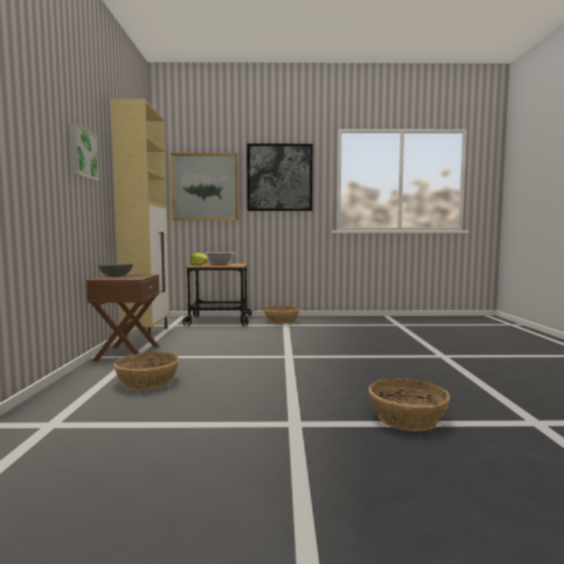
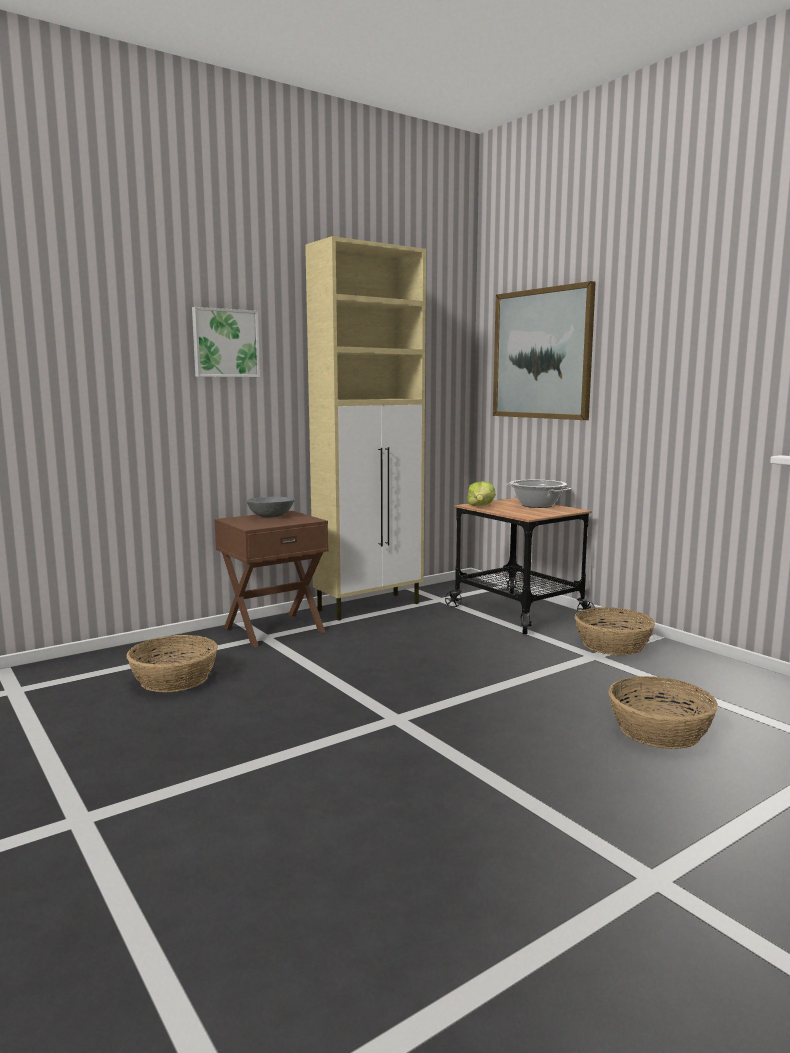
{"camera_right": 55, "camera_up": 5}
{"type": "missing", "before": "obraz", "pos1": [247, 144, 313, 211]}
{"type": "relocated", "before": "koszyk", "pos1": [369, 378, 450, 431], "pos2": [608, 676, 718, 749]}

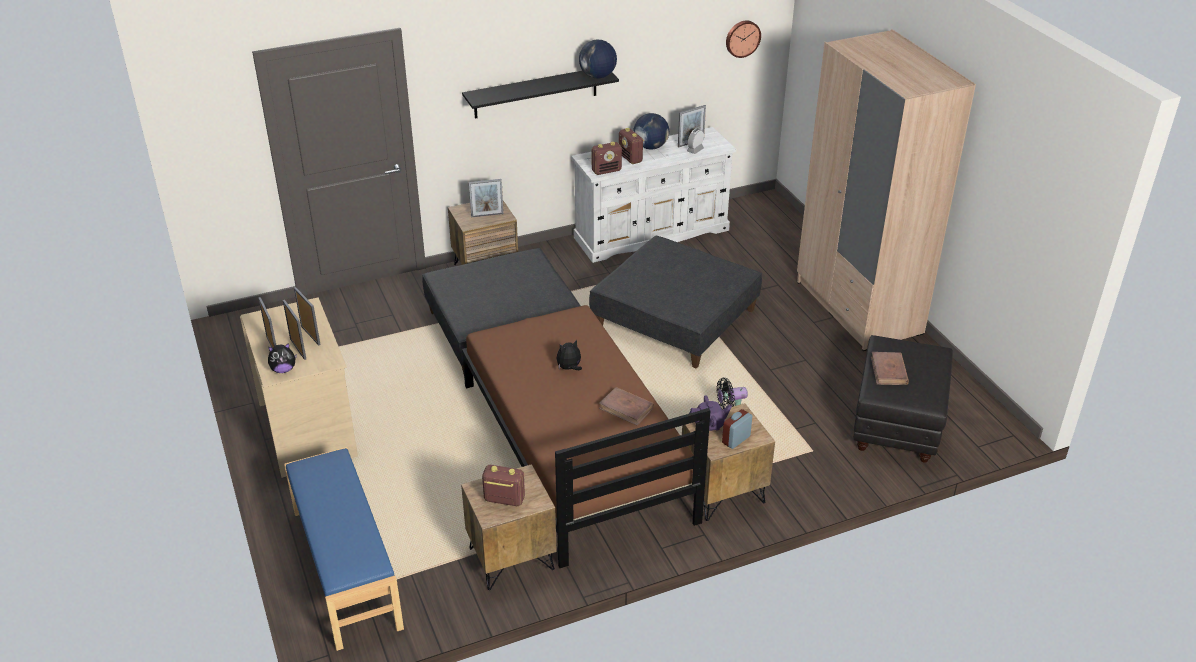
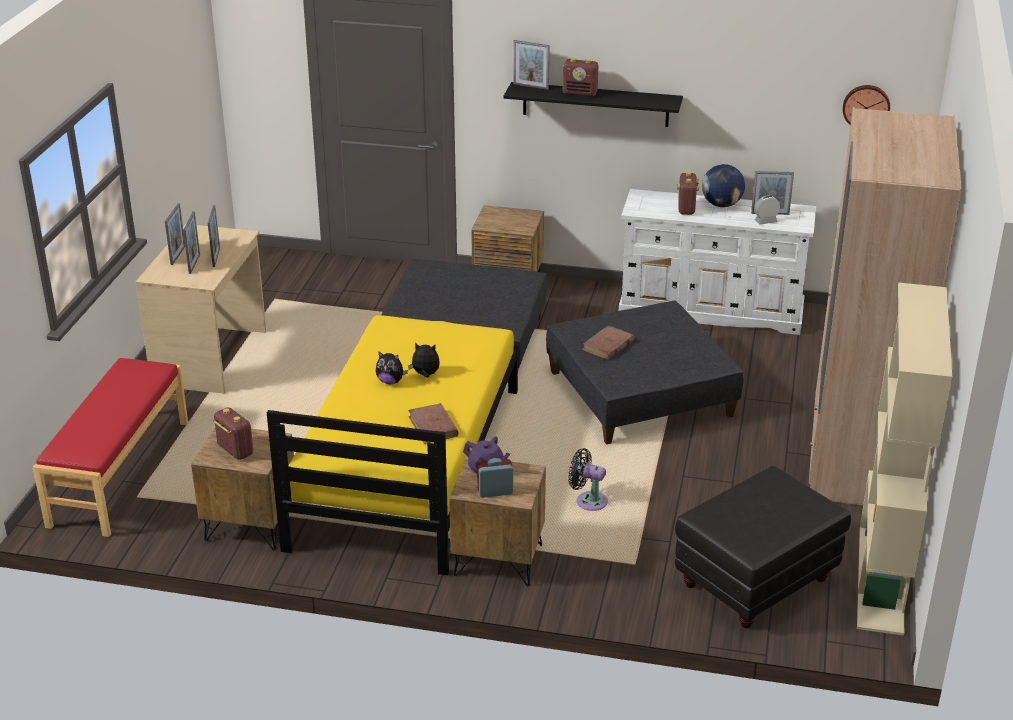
{"camera_right": 35, "camera_up": -5}
{"type": "missing", "before": "globus", "pos1": [579, 40, 617, 78]}
{"type": "appeared", "after": "regał (beżowy)", "pos2": [857, 282, 952, 636]}
{"type": "relocated", "before": "pluszak", "pos1": [268, 343, 297, 373], "pos2": [376, 351, 408, 384]}
{"type": "relocated", "before": "ramka na zdjęcie", "pos1": [469, 179, 504, 218], "pos2": [513, 40, 549, 90]}
{"type": "relocated", "before": "radio", "pos1": [592, 142, 622, 175], "pos2": [563, 58, 598, 96]}
{"type": "relocated", "before": "książka (brązowy)", "pos1": [871, 352, 909, 385], "pos2": [582, 325, 634, 360]}
{"type": "colour", "before": "ławka (niebieski)", "after": "ławka (czerwony)", "pos1": [284, 447, 404, 651], "pos2": [33, 358, 188, 537]}
{"type": "colour", "before": "łóżko (brązowy)", "after": "łóżko (żółty)", "pos1": [462, 305, 711, 568], "pos2": [267, 315, 518, 575]}

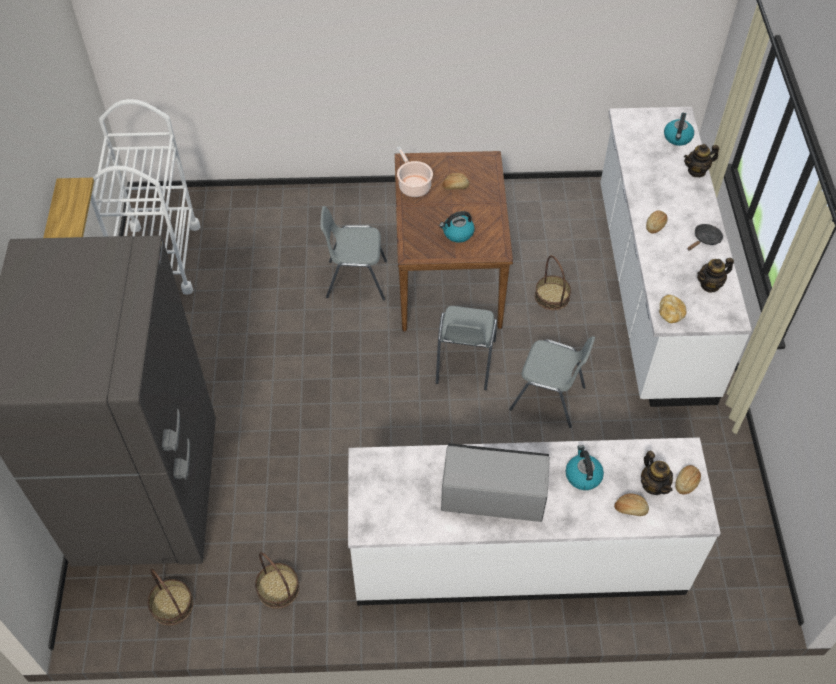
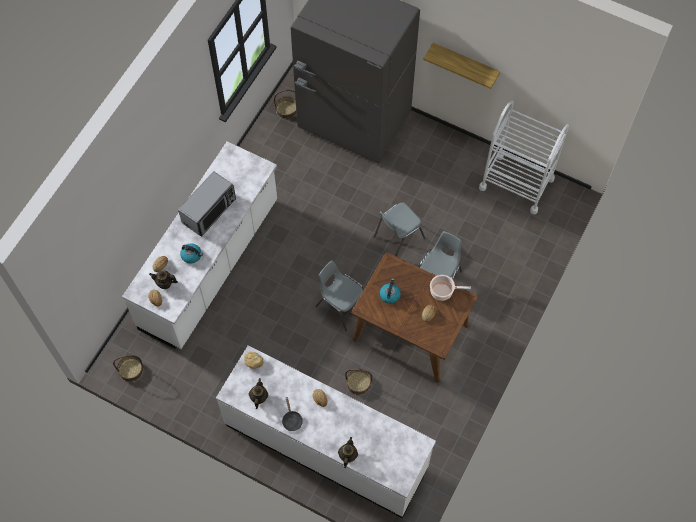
{"camera_right": 120, "camera_up": 10}
{"type": "missing", "before": "czajnik", "pos1": [664, 113, 694, 146]}
{"type": "relocated", "before": "koszyk", "pos1": [255, 552, 299, 609], "pos2": [113, 355, 143, 382]}
{"type": "relocated", "before": "krzesło (szary)", "pos1": [509, 336, 595, 428], "pos2": [374, 202, 425, 256]}

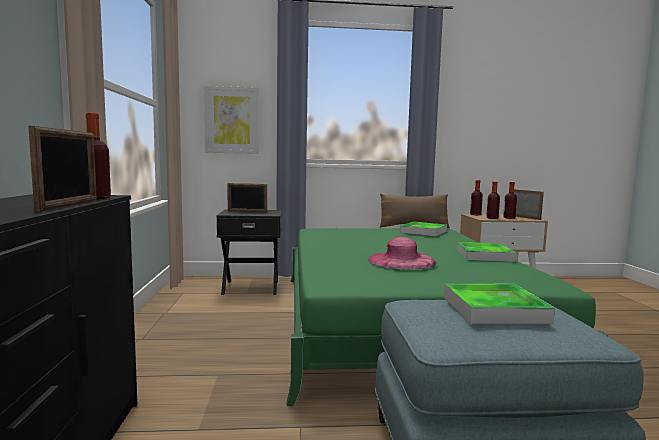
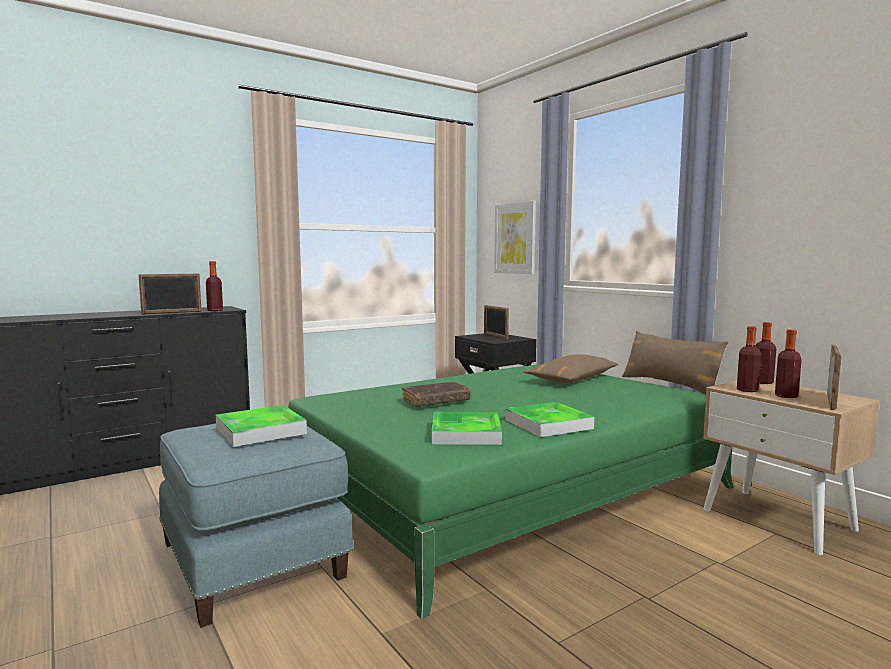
{"camera_right": 60, "camera_up": 0}
{"type": "appeared", "after": "poduszka (brązowy)", "pos2": [524, 354, 618, 383]}
{"type": "relocated", "before": "taca", "pos1": [400, 222, 447, 236], "pos2": [431, 412, 502, 445]}
{"type": "exchanged", "before": "kapelusz (różowy)", "after": "książka (brązowy)", "pos1": [368, 237, 437, 269], "pos2": [402, 382, 471, 407]}

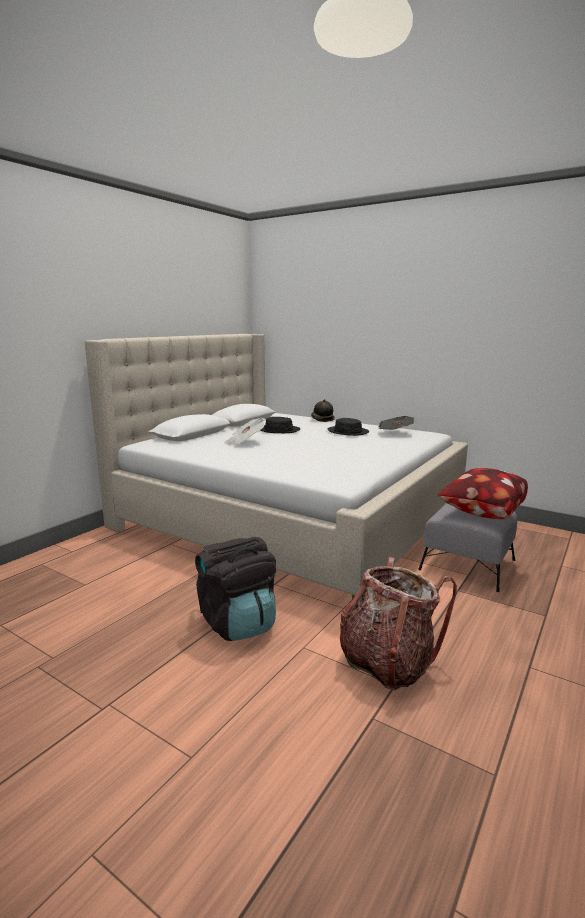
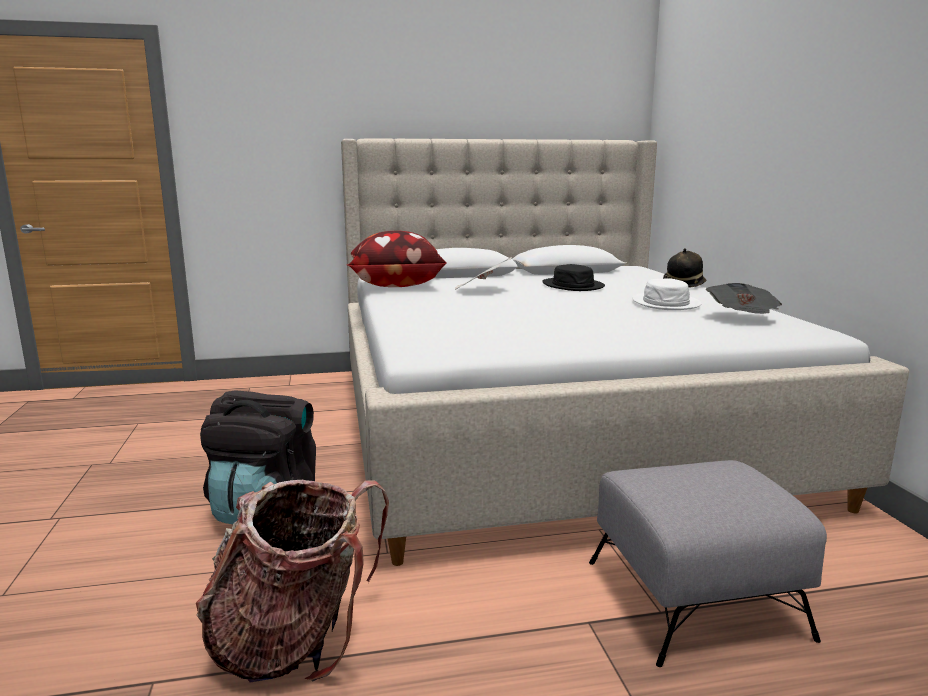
{"camera_right": 45, "camera_up": 0}
{"type": "relocated", "before": "poduszka", "pos1": [437, 468, 528, 519], "pos2": [347, 231, 447, 287]}
{"type": "colour", "before": "kapelusz (czarny)", "after": "kapelusz (biały)", "pos1": [328, 418, 369, 436], "pos2": [632, 278, 701, 310]}

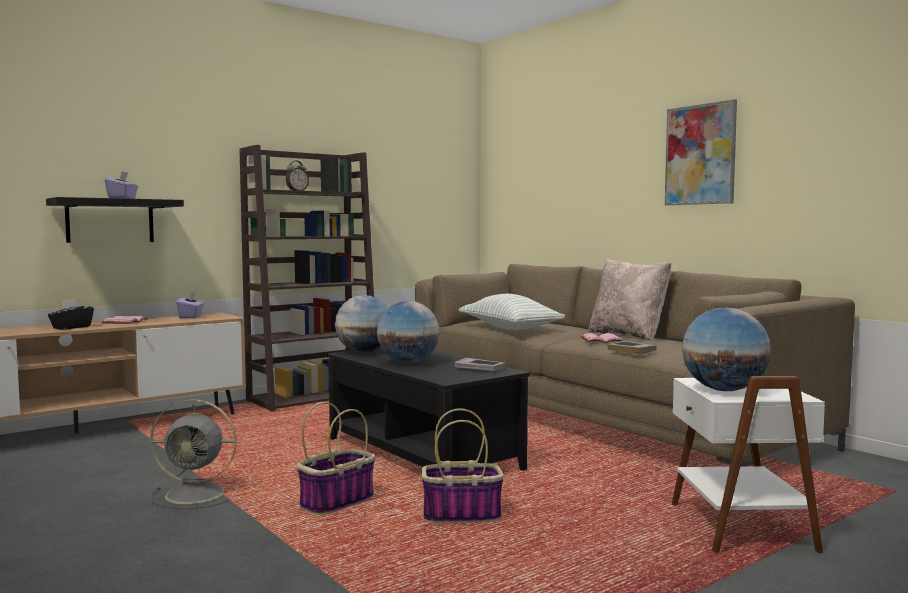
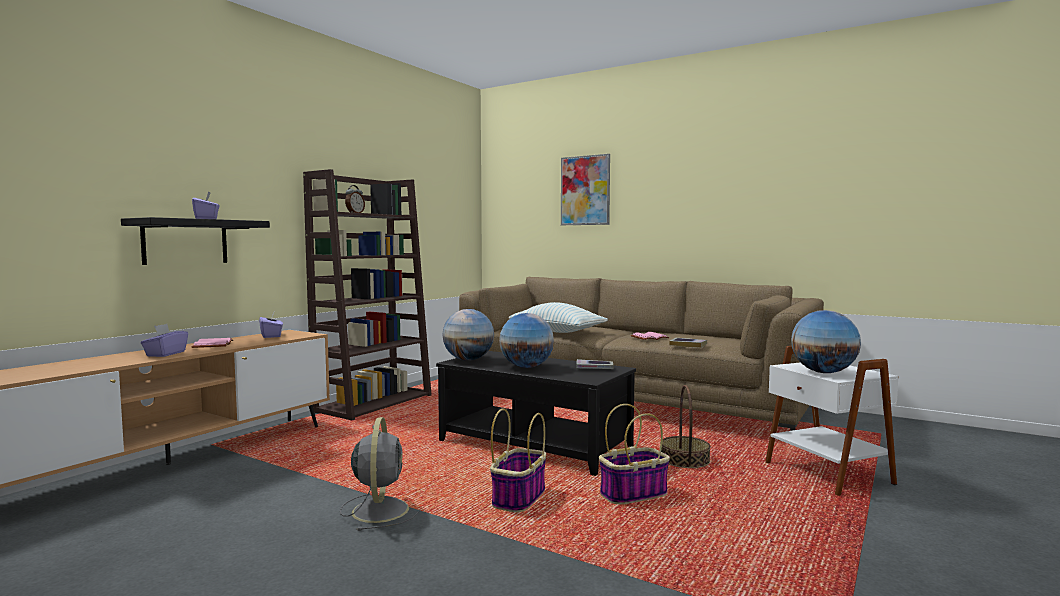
{"camera_right": -20, "camera_up": 0}
{"type": "missing", "before": "poduszka (beżowy)", "pos1": [588, 259, 671, 341]}
{"type": "appeared", "after": "koszyk", "pos2": [660, 385, 711, 468]}
{"type": "relocated", "before": "obraz", "pos1": [665, 99, 737, 205], "pos2": [561, 154, 610, 225]}
{"type": "colour", "before": "pudełko chusteczek (czarny)", "after": "pudełko chusteczek (fioletowy)", "pos1": [48, 299, 94, 329], "pos2": [141, 324, 188, 357]}
{"type": "spun", "before": "wentylator (szary)", "pos1": [150, 399, 241, 509], "pos2": [340, 417, 420, 531], "turn": -75}

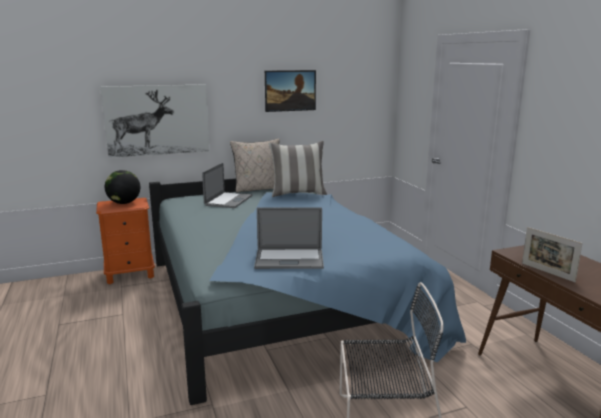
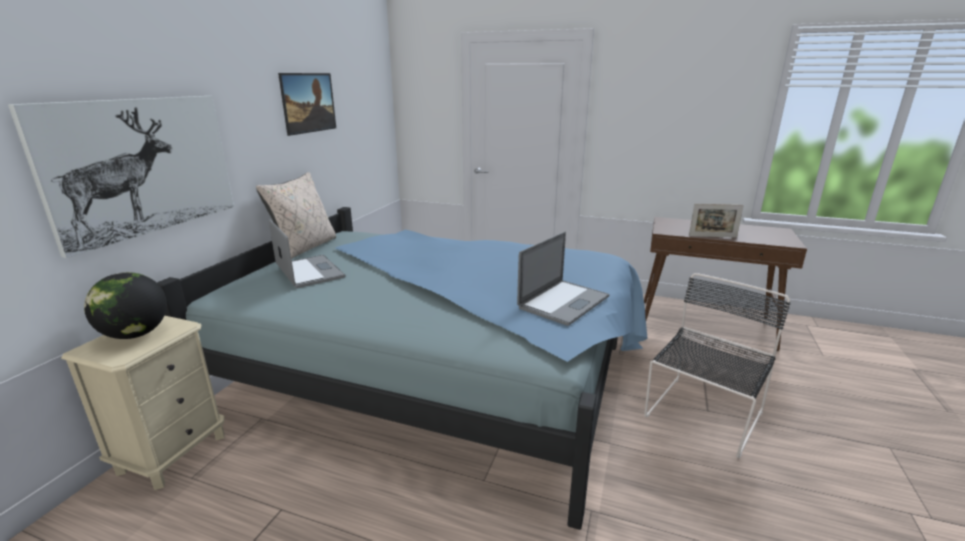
{"camera_right": -50, "camera_up": 5}
{"type": "missing", "before": "poduszka", "pos1": [269, 141, 327, 197]}
{"type": "colour", "before": "szafka nocna (pomarańczowy)", "after": "szafka nocna (beżowy)", "pos1": [96, 198, 155, 284], "pos2": [61, 316, 225, 490]}

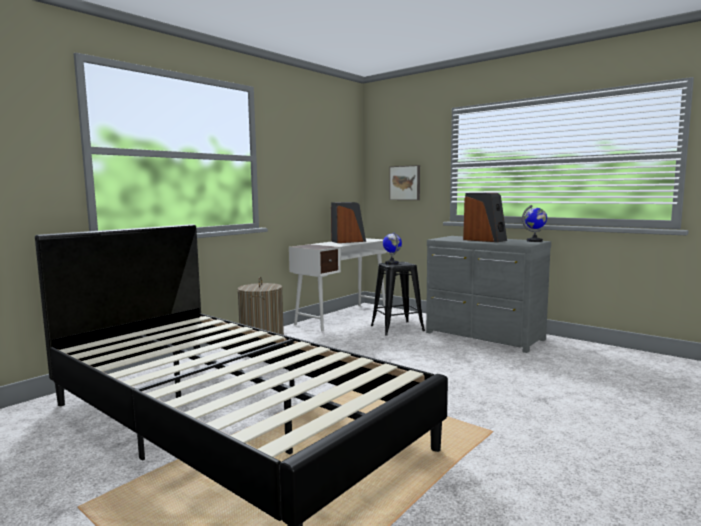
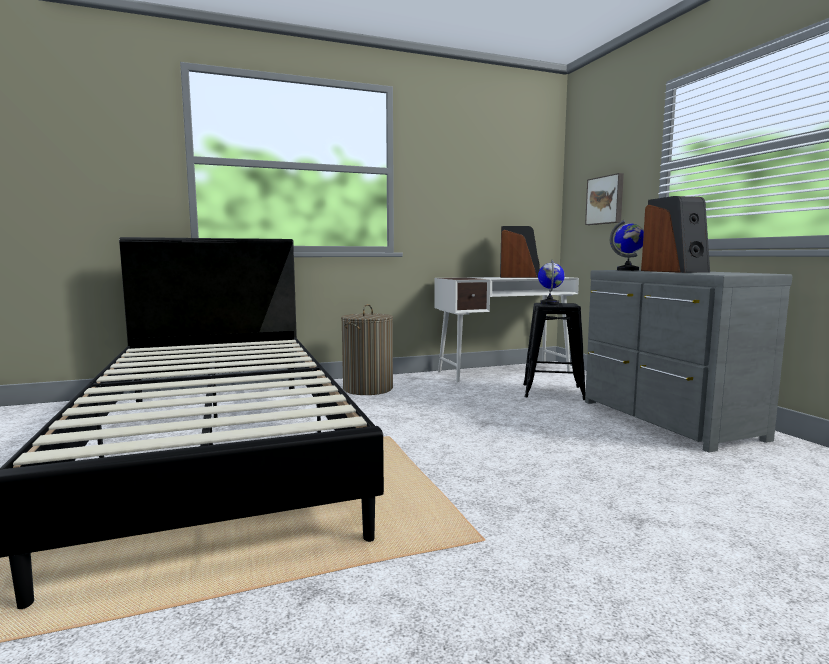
{"camera_right": 30, "camera_up": 0}
{"type": "relocated", "before": "globus", "pos1": [522, 205, 547, 242], "pos2": [610, 220, 644, 271]}

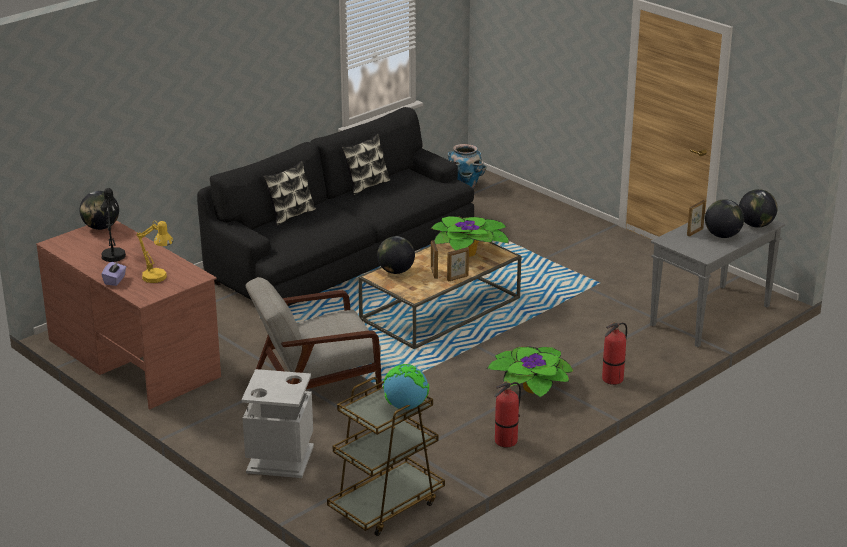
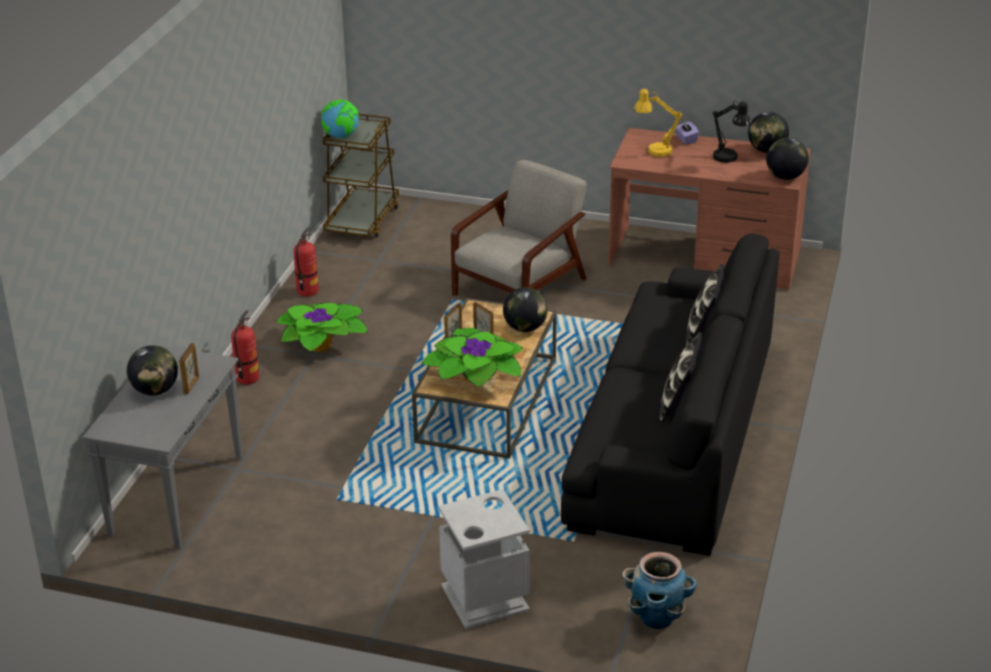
{"camera_right": 150, "camera_up": 5}
{"type": "relocated", "before": "kosz na śmieci (szary)", "pos1": [241, 369, 314, 478], "pos2": [438, 489, 530, 629]}
{"type": "relocated", "before": "globus", "pos1": [739, 189, 778, 228], "pos2": [748, 112, 789, 153]}

